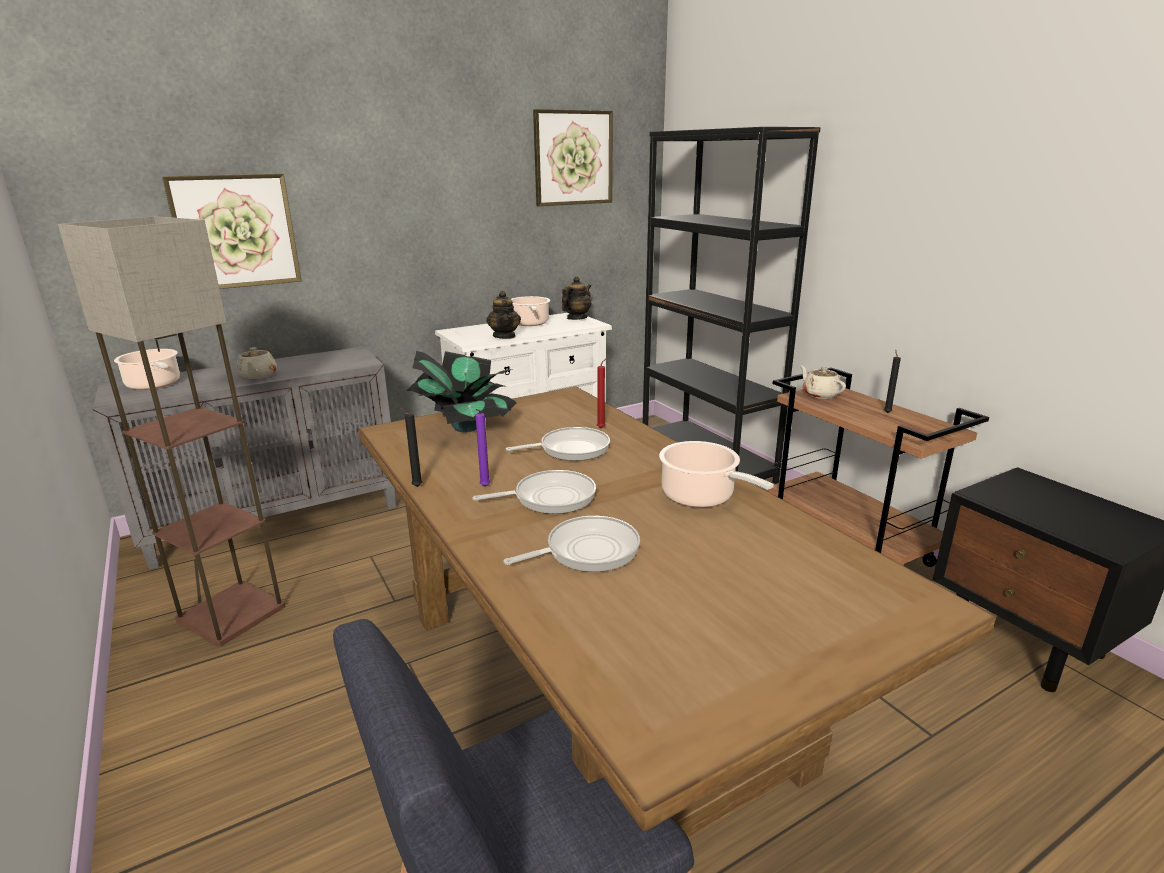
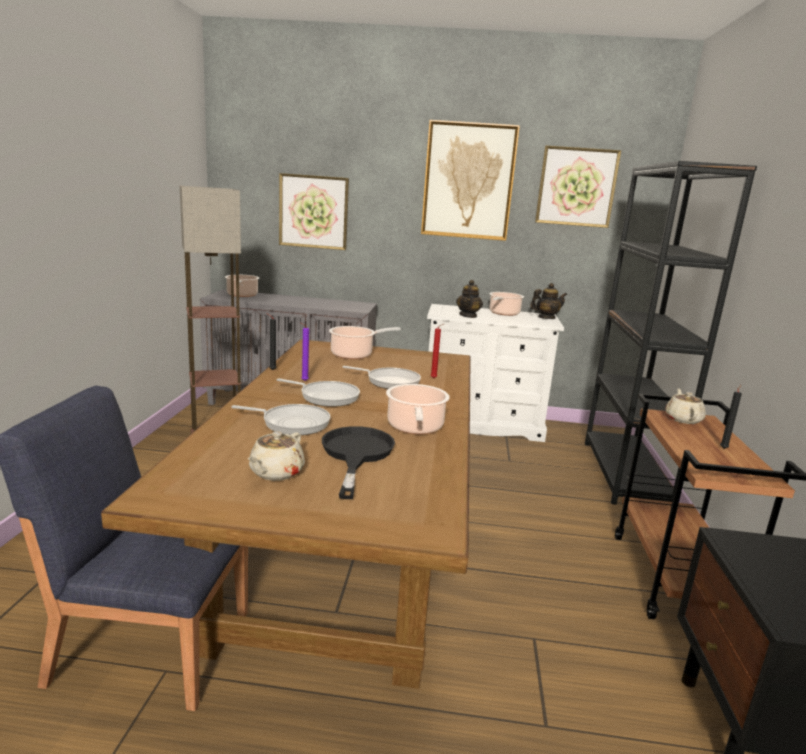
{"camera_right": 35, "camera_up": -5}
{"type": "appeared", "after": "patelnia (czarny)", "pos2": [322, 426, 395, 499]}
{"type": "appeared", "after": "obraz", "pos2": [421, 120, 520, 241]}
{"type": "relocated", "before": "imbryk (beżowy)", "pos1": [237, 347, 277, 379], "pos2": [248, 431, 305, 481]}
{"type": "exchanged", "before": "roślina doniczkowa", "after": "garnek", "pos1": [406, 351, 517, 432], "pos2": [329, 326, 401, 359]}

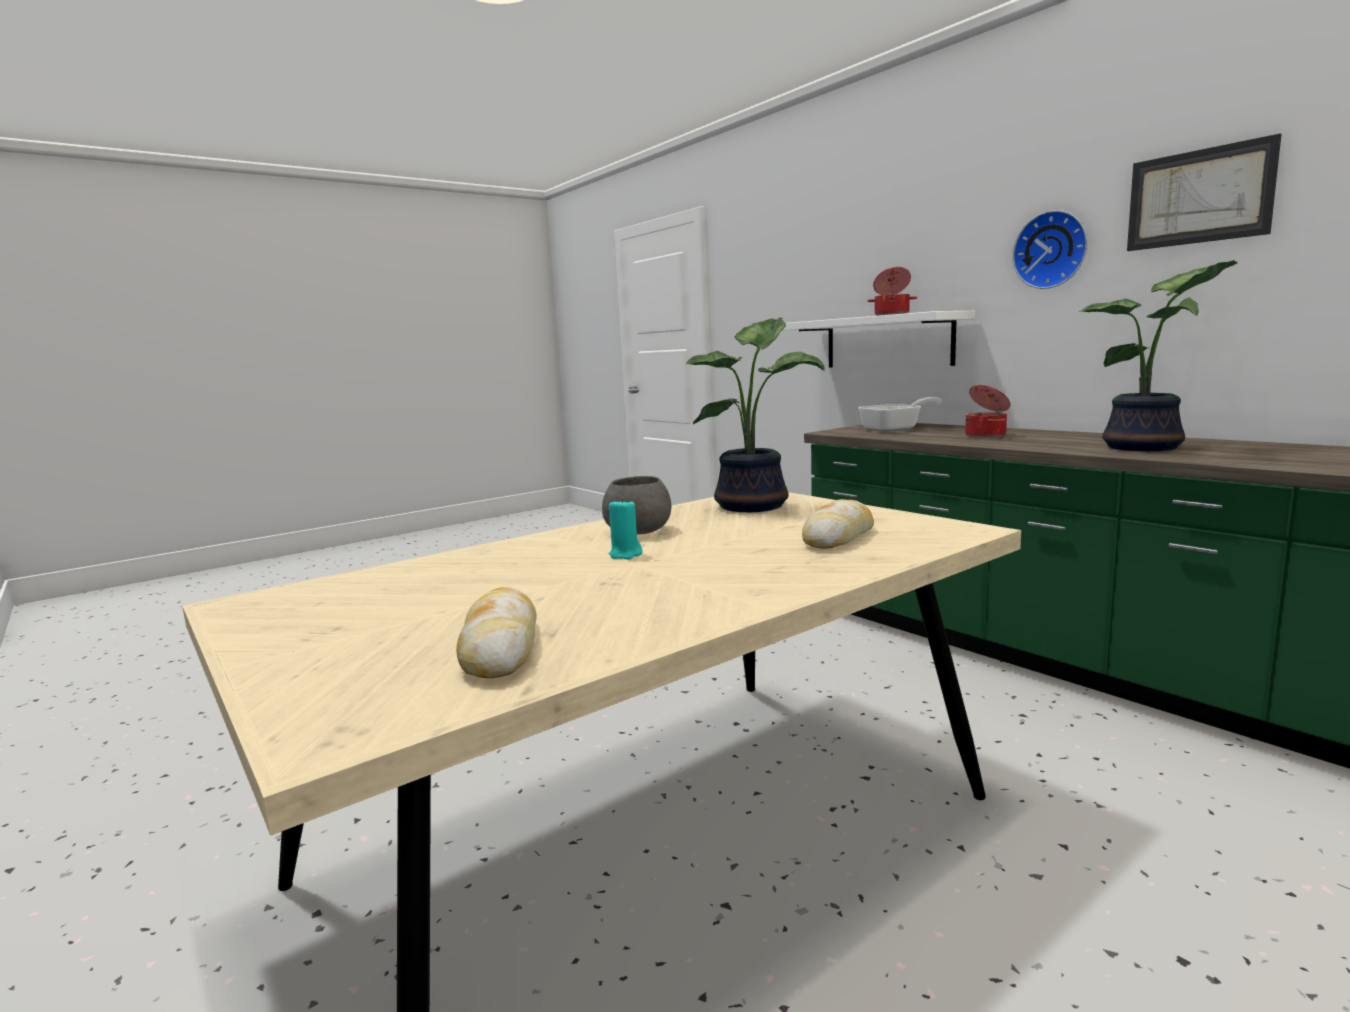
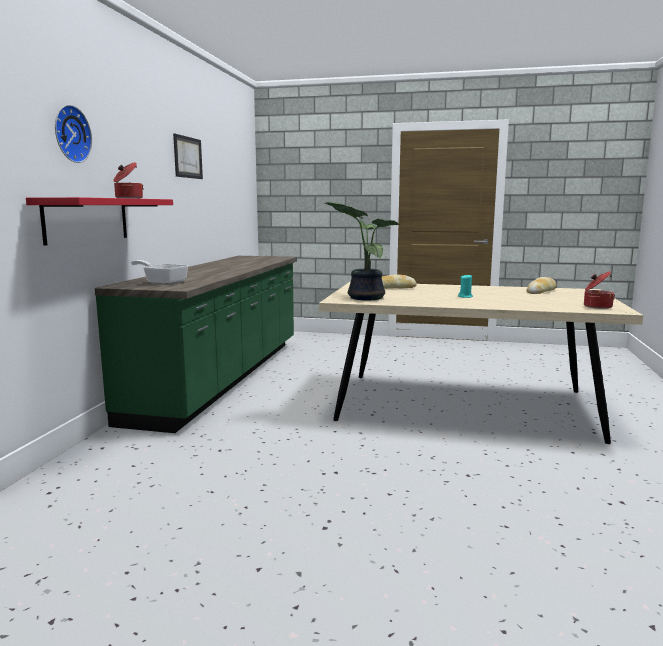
{"camera_right": -130, "camera_up": 0}
{"type": "missing", "before": "miska (szary)", "pos1": [602, 476, 671, 535]}
{"type": "missing", "before": "roślina doniczkowa", "pos1": [1078, 260, 1238, 451]}
{"type": "relocated", "before": "garnek", "pos1": [965, 385, 1011, 438], "pos2": [584, 271, 615, 309]}
{"type": "relocated", "before": "zegar ścienny", "pos1": [1012, 210, 1088, 289], "pos2": [55, 105, 92, 163]}
{"type": "colour", "before": "półka (biały)", "after": "półka (czerwony)", "pos1": [782, 311, 975, 368], "pos2": [26, 197, 173, 246]}

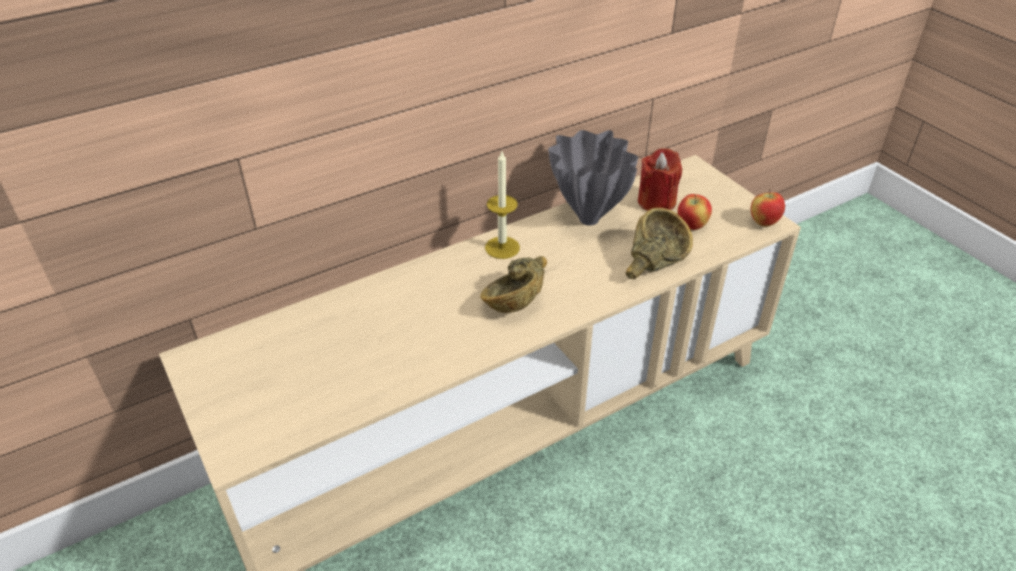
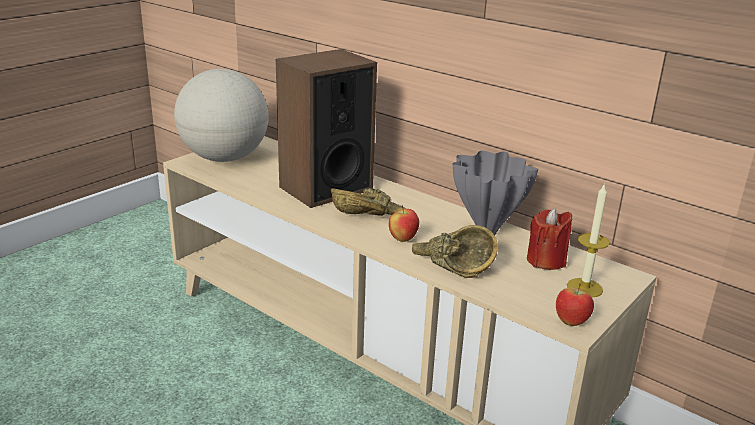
{"camera_right": 70, "camera_up": -15}
{"type": "appeared", "after": "globus", "pos2": [174, 69, 269, 162]}
{"type": "appeared", "after": "głośnik", "pos2": [276, 49, 377, 208]}
{"type": "relocated", "before": "świeca", "pos1": [485, 151, 520, 259], "pos2": [567, 183, 610, 297]}
{"type": "relocated", "before": "jabłko", "pos1": [677, 194, 712, 230], "pos2": [389, 205, 419, 242]}

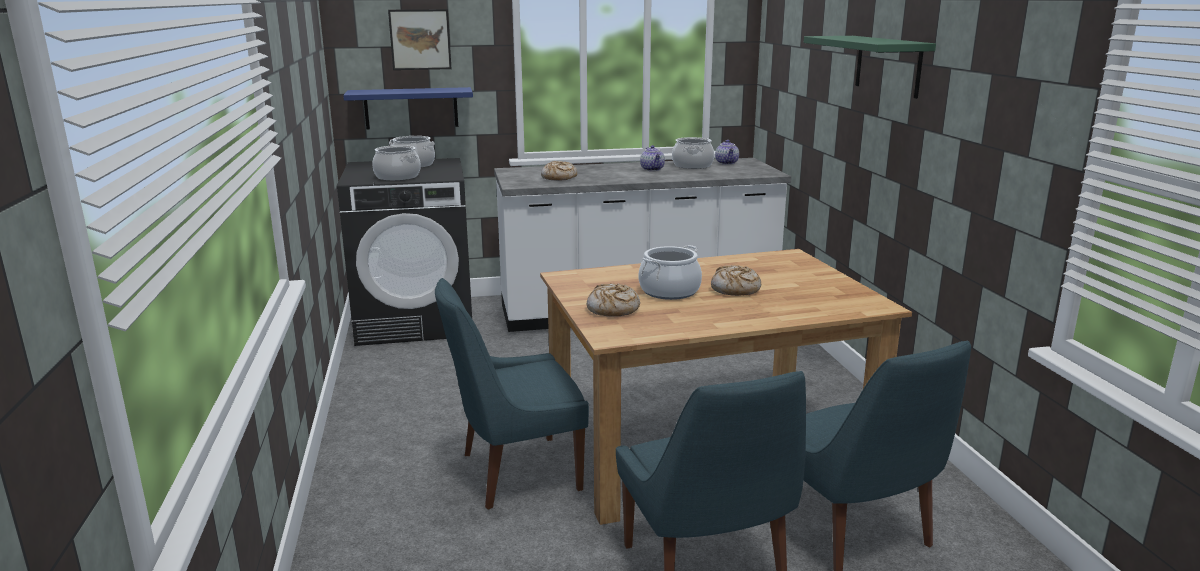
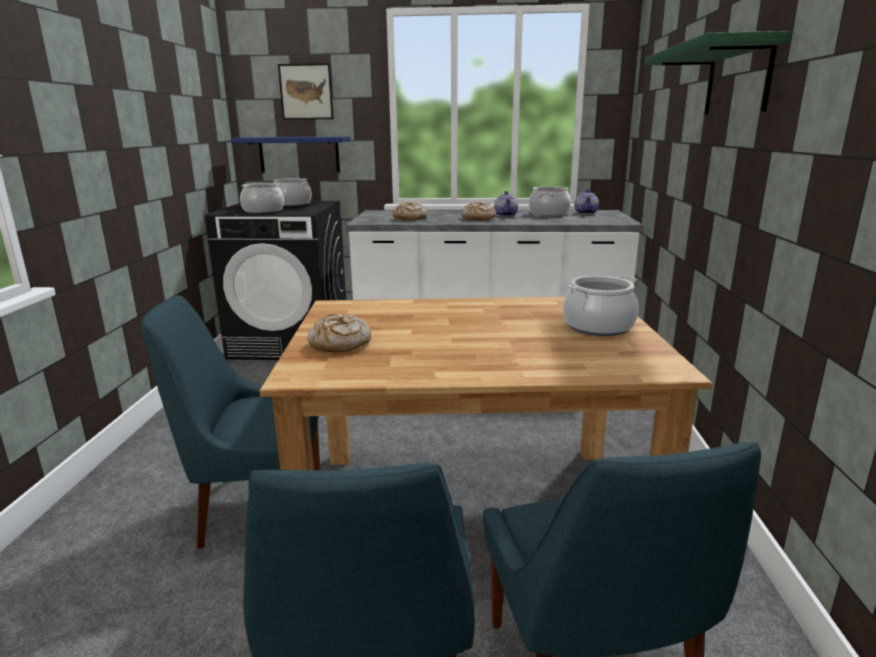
{"camera_right": 15, "camera_up": 0}
{"type": "relocated", "before": "garnek", "pos1": [638, 245, 702, 300], "pos2": [563, 276, 639, 336]}
{"type": "relocated", "before": "chleb", "pos1": [711, 265, 761, 296], "pos2": [461, 202, 496, 220]}

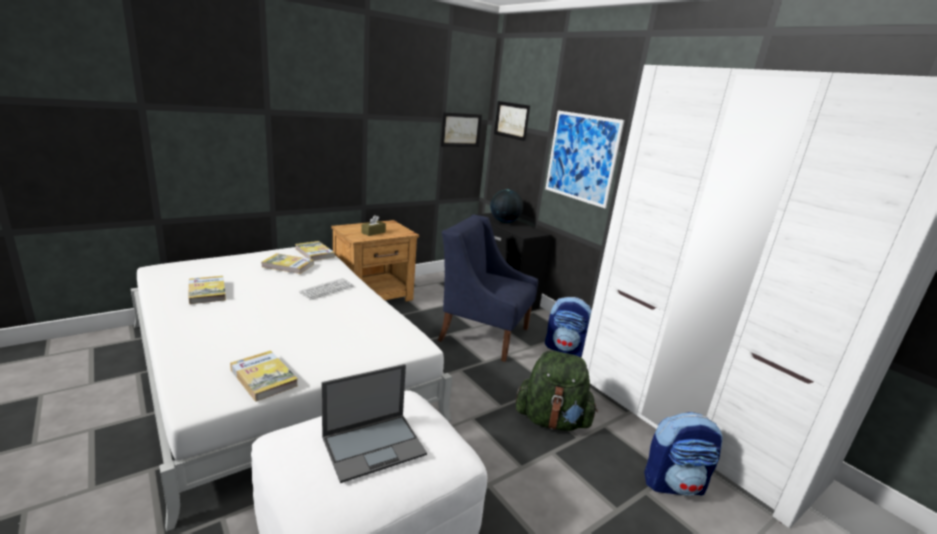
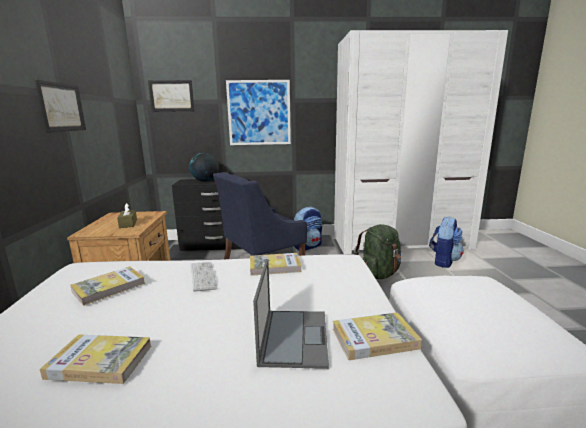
{"camera_right": -55, "camera_up": -5}
{"type": "relocated", "before": "książka", "pos1": [295, 241, 335, 261], "pos2": [250, 253, 302, 276]}
{"type": "relocated", "before": "laptop", "pos1": [321, 364, 427, 483], "pos2": [253, 259, 329, 369]}
{"type": "relocated", "before": "obraz", "pos1": [441, 112, 482, 147], "pos2": [35, 80, 86, 133]}

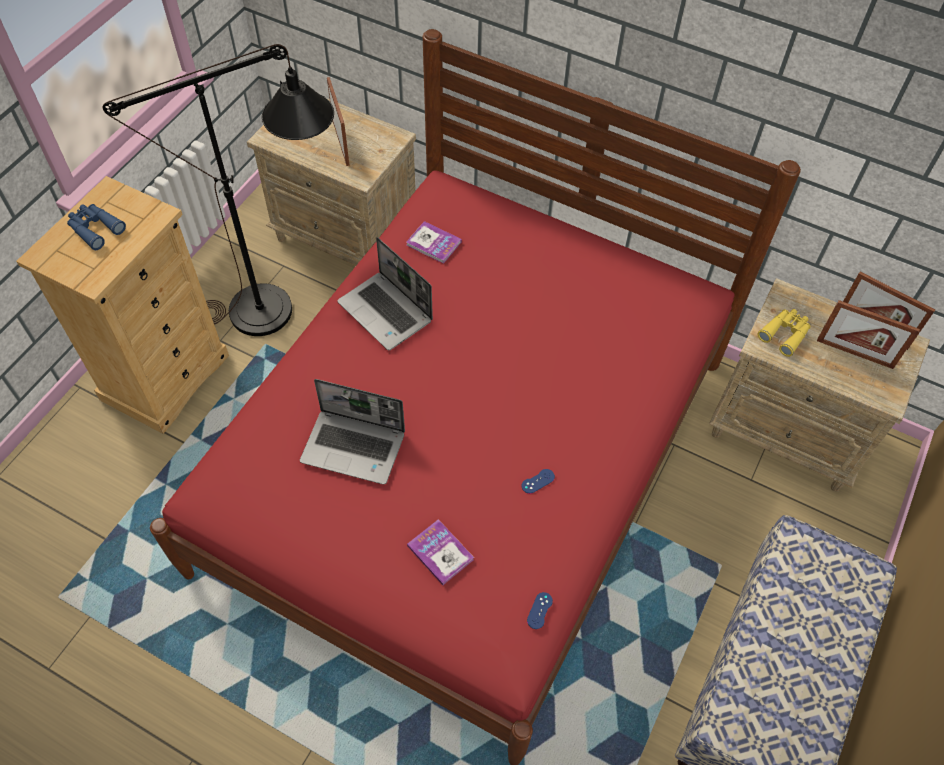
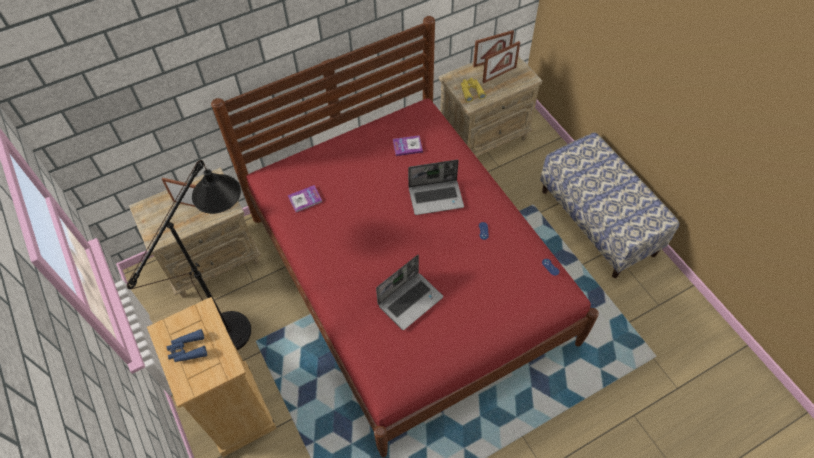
{"camera_right": -55, "camera_up": 0}
{"type": "relocated", "before": "laptop", "pos1": [337, 237, 433, 350], "pos2": [408, 160, 464, 215]}
{"type": "relocated", "before": "książka", "pos1": [407, 519, 474, 585], "pos2": [393, 135, 423, 156]}

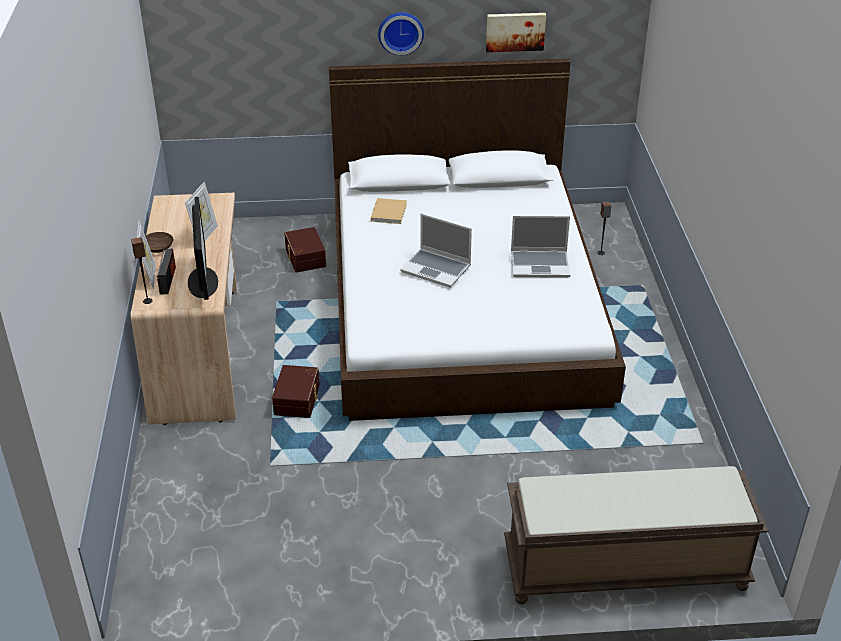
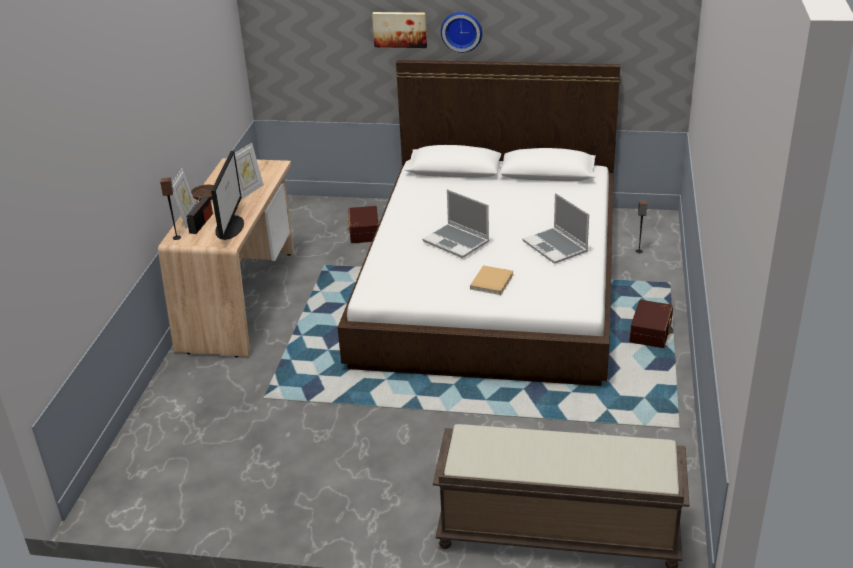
{"camera_right": 15, "camera_up": -5}
{"type": "relocated", "before": "pojemnik do przechowywania (brązowy)", "pos1": [272, 365, 320, 418], "pos2": [629, 300, 673, 348]}
{"type": "relocated", "before": "książka (beżowy)", "pos1": [371, 198, 407, 224], "pos2": [470, 265, 514, 295]}
{"type": "relocated", "before": "obraz", "pos1": [486, 13, 546, 52], "pos2": [372, 12, 427, 48]}
{"type": "spun", "before": "laptop", "pos1": [511, 216, 570, 278], "pos2": [523, 193, 589, 264], "turn": 45}

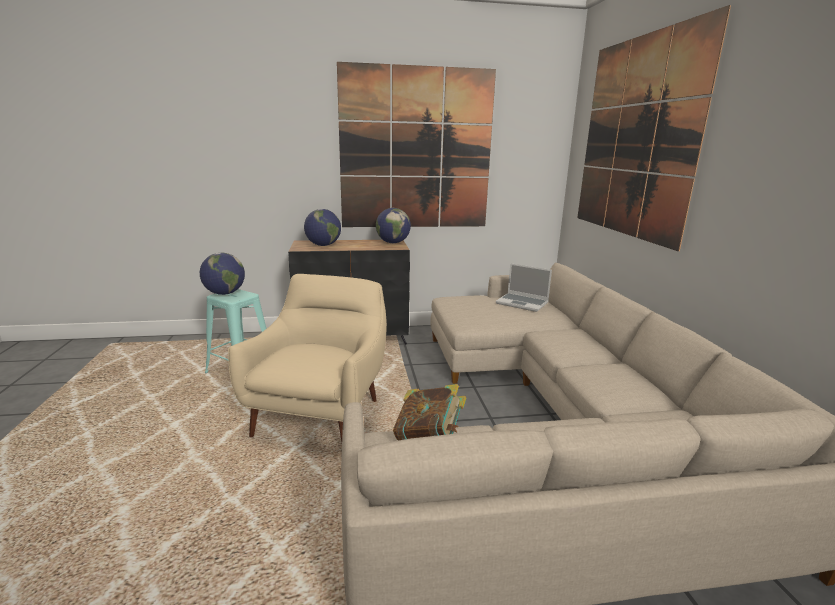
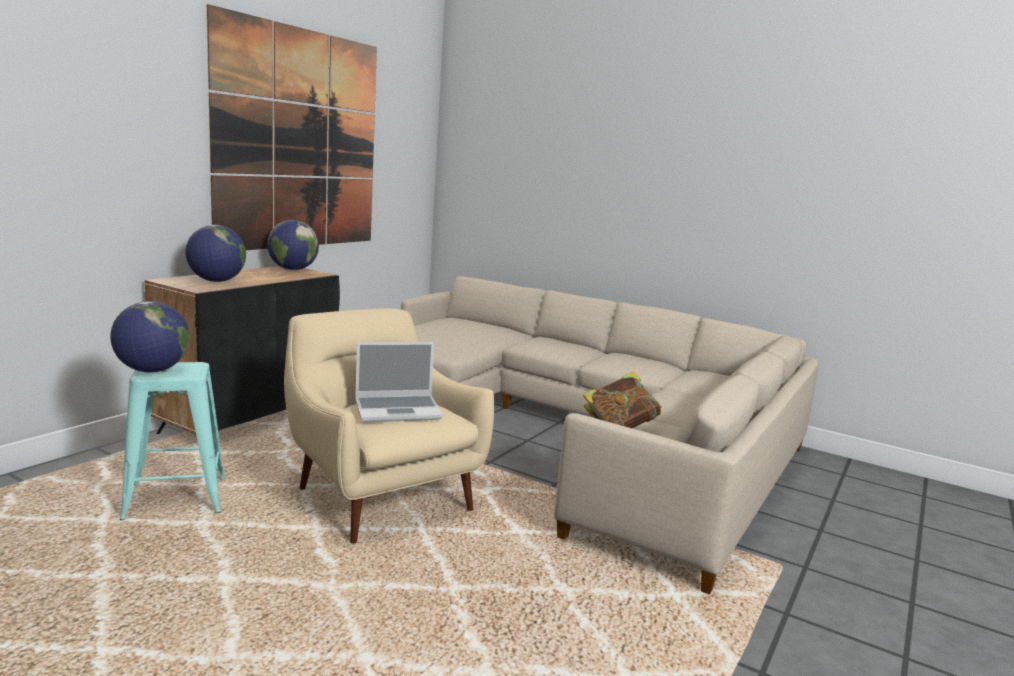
{"camera_right": -50, "camera_up": -5}
{"type": "missing", "before": "obraz", "pos1": [577, 5, 731, 251]}
{"type": "relocated", "before": "laptop", "pos1": [496, 263, 552, 312], "pos2": [355, 342, 443, 422]}

